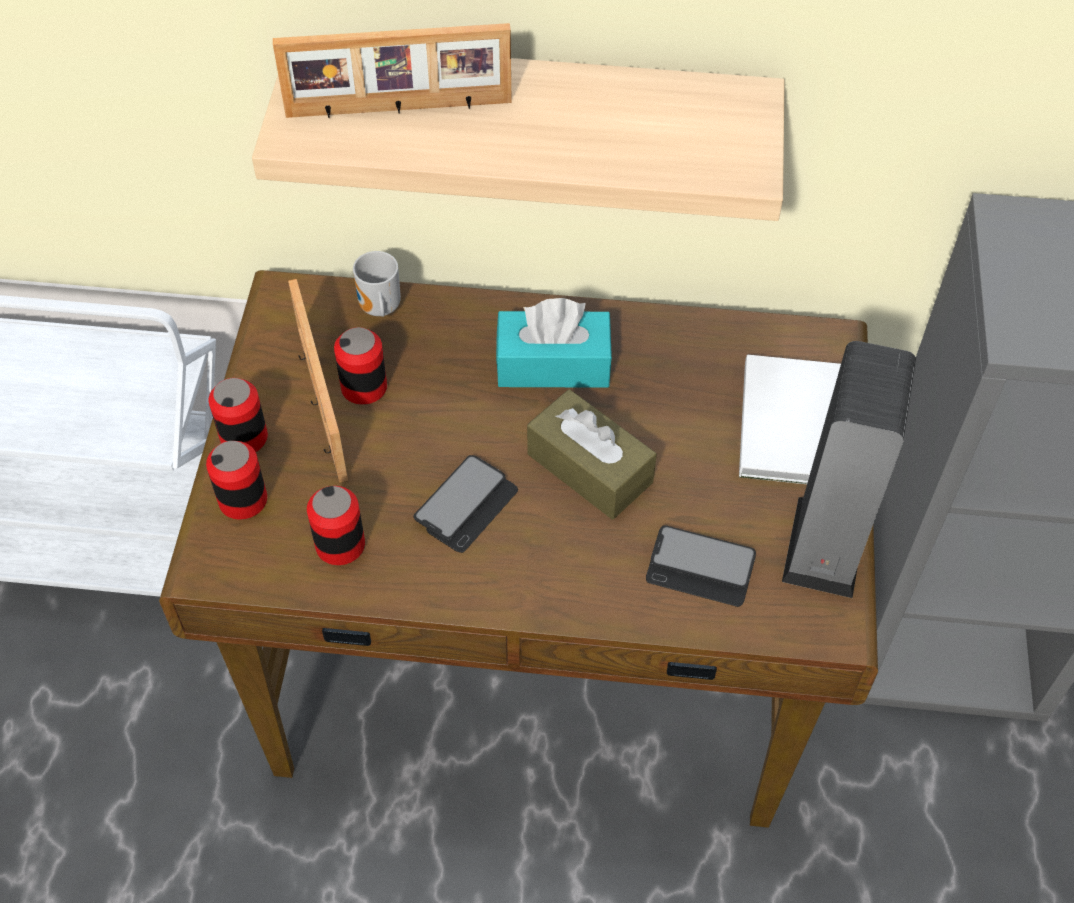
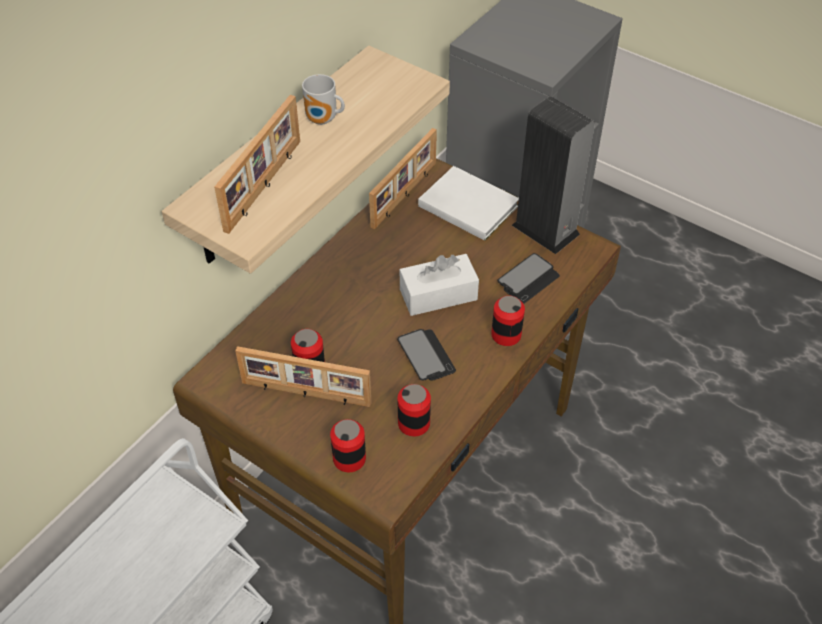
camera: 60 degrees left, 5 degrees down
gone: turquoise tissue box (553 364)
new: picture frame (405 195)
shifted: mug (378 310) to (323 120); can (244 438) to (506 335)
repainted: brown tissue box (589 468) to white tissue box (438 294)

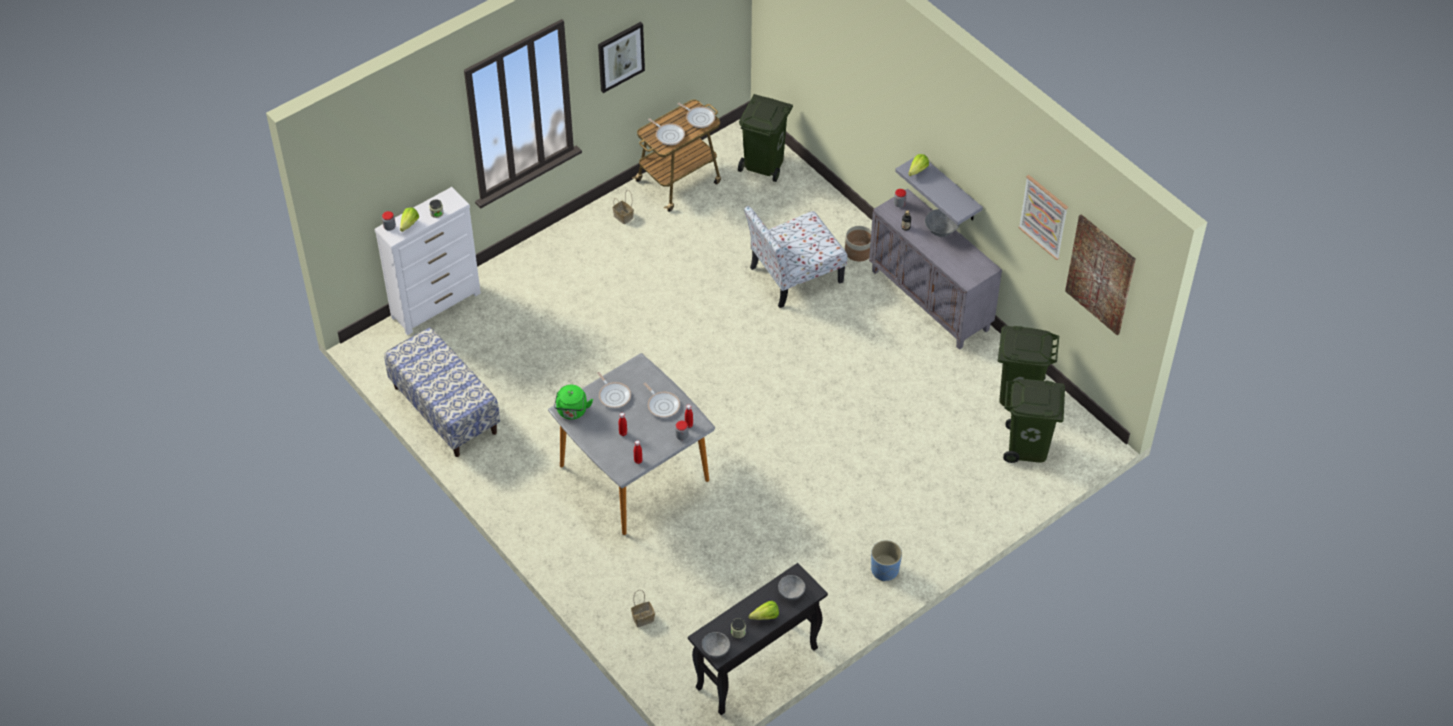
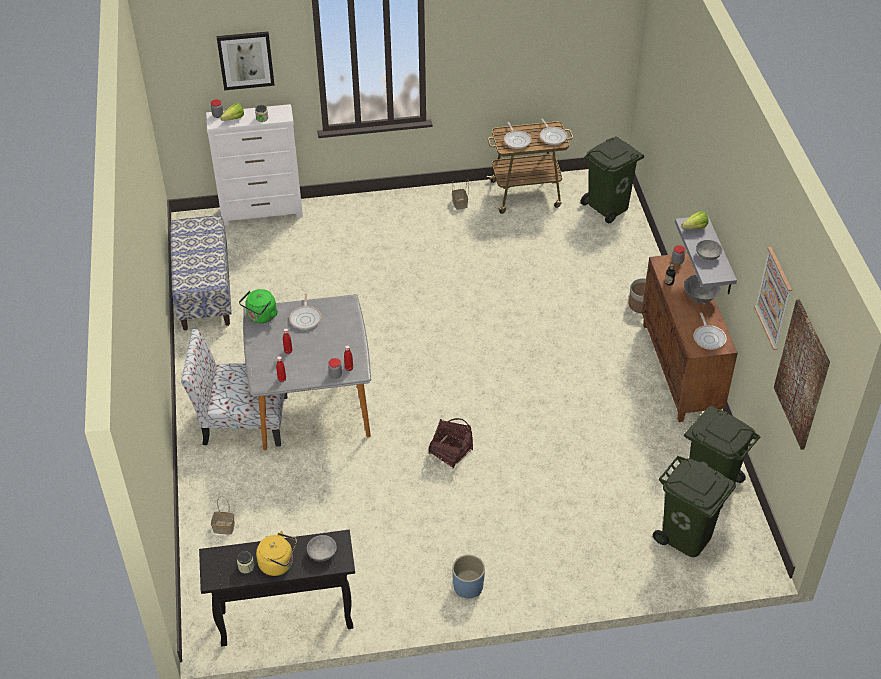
camera: 30 degrees right, 5 degrees down
new: basket (451 452)
shifted: chair (794 275) to (242 420); picture (620 56) to (245 60); frying pan (662 405) to (708 338); grey bowl (715 649) to (707 255)
swapped: lettuce (763 617) to yellow kettle (278 564)
repainted: grey cabinet (931 300) to brown cabinet (681 370)

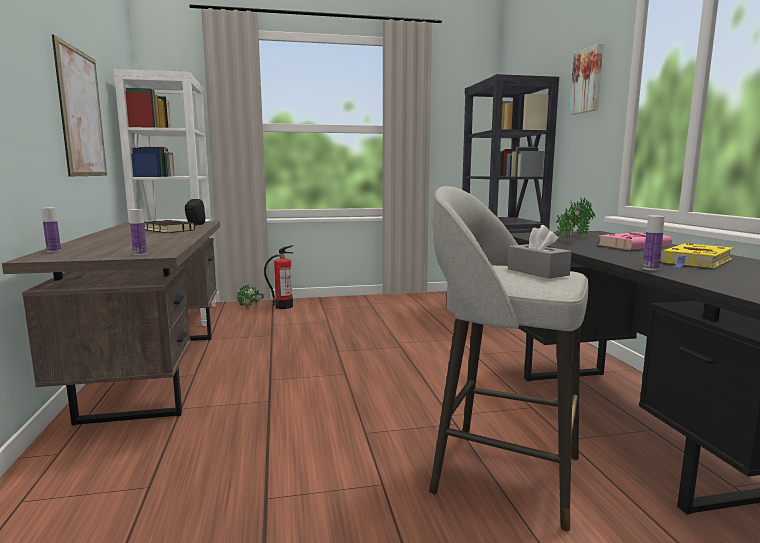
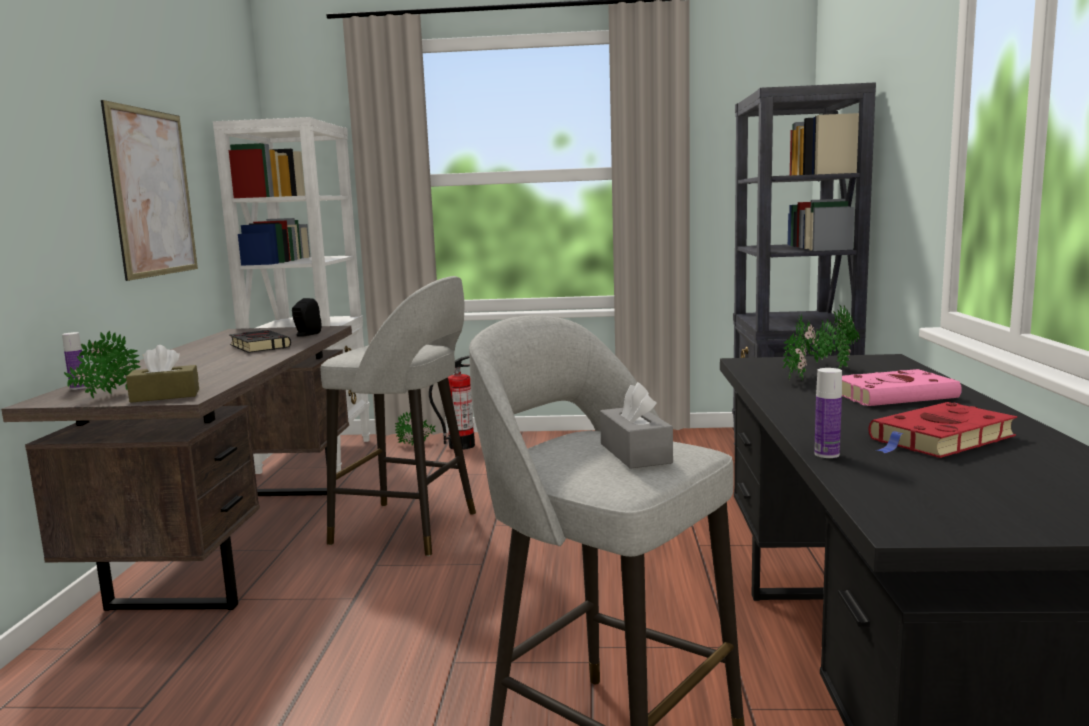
camera: 15 degrees right, 0 degrees up
gone: picture (588 81)
new: potted plant (105 396); grey stool (408 529)
swapped: bottle (140 254) to brown tissue box (165 396)
repainted: yellow book (696 261) to red book (940 439)

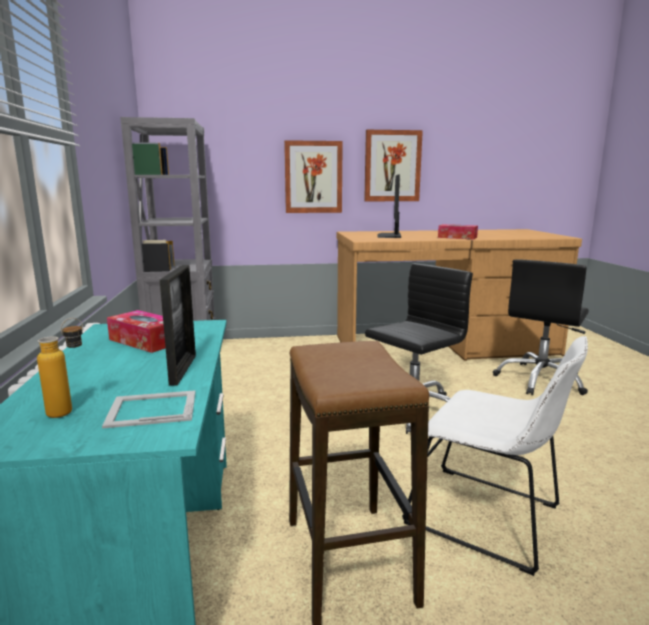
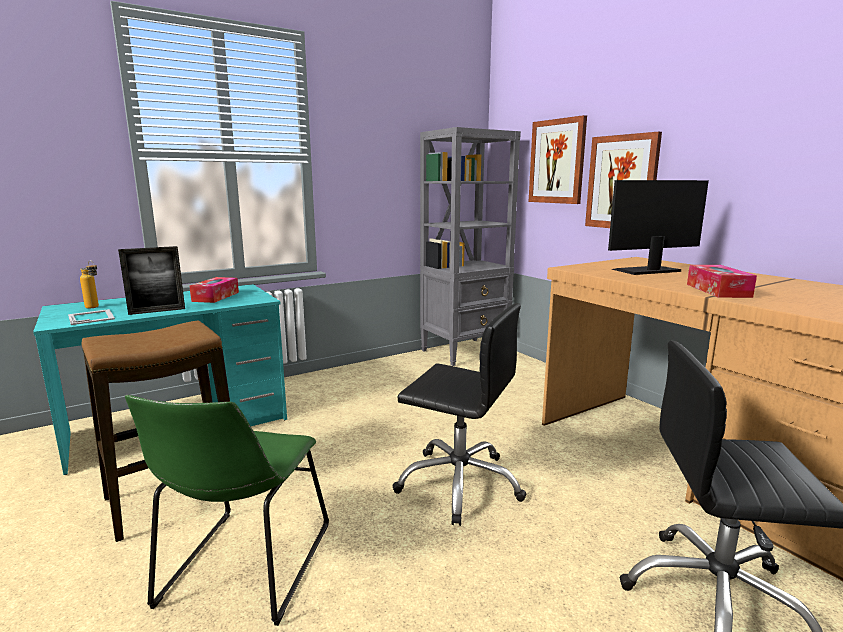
camera: 65 degrees right, 0 degrees up
shifted: picture (392 166) to (557 161)
repainted: white chair (489 518) to green chair (244 569)

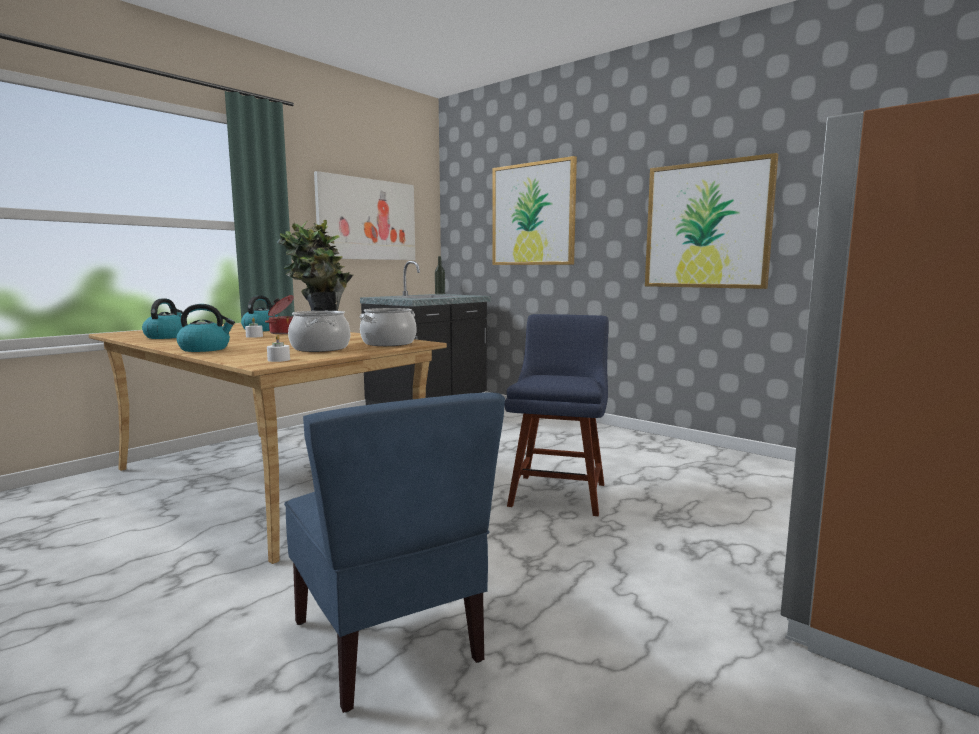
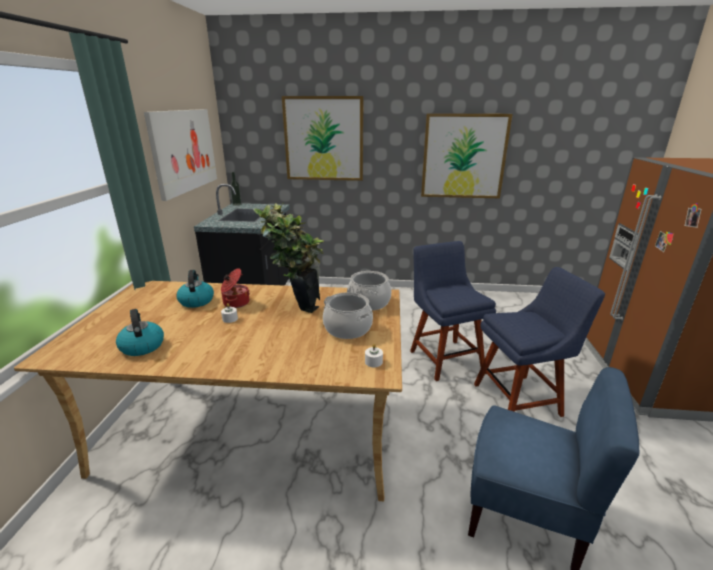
camera: 35 degrees left, 15 degrees up
gone: kettle (205 349)
new: blue chair (520 398)

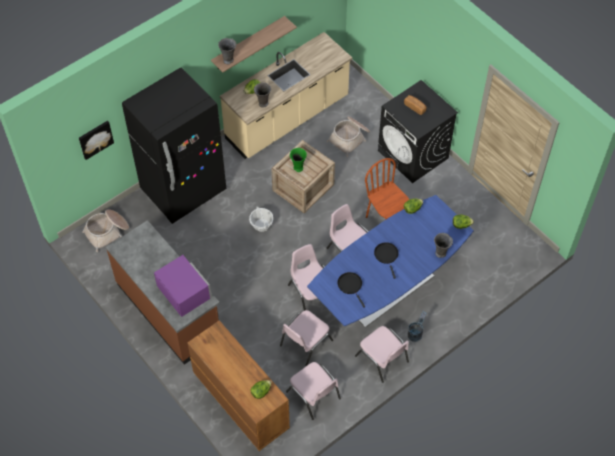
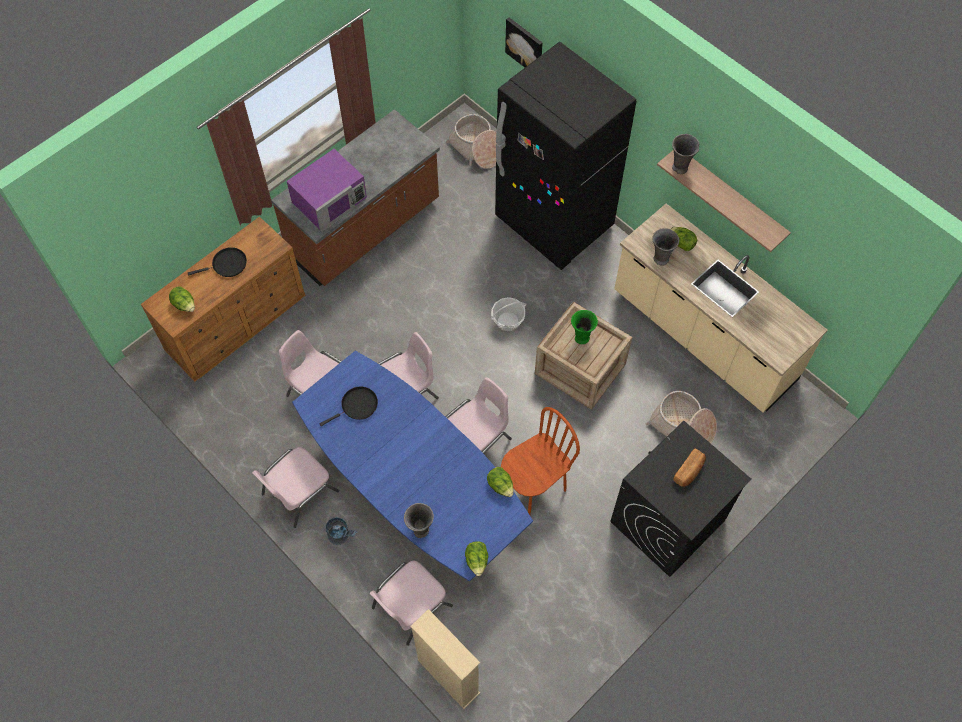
camera: 85 degrees right, 5 degrees up
new: beige bookcase (448 676)
shifted: black frying pan (386 255) to (227 265); pink chair (314 395) to (410 606)

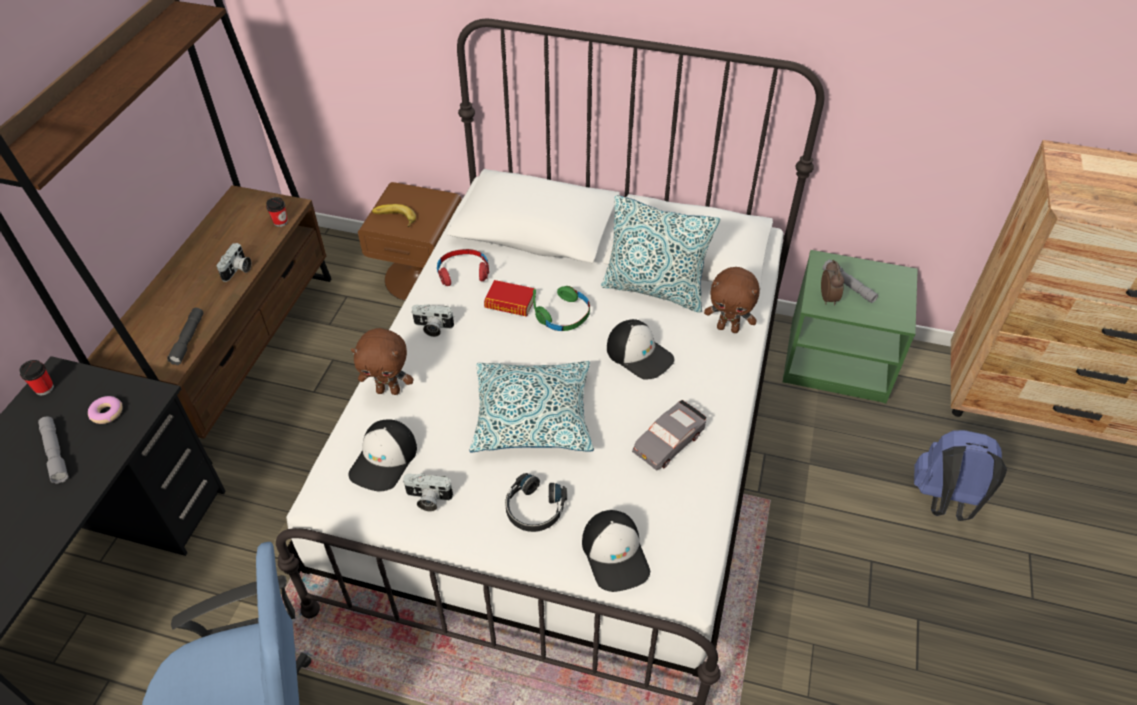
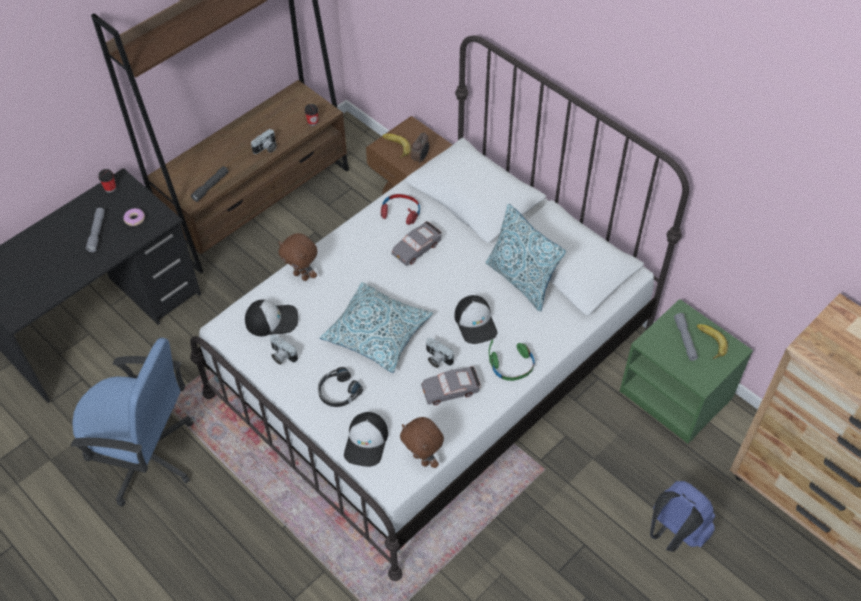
camera: 30 degrees right, 5 degrees up
new: banana (709 343)
shifted: brown plush toy (728 328) to (422 459); alarm clock (828 298) to (420 159); photo camera (432 327) to (437 359); green headphones (564 316) to (512 366)
swapped: book (510 303) to grey toy car (416 248)
rotated: cap (384 460) = (272 320) 150 degrees counterclockwise

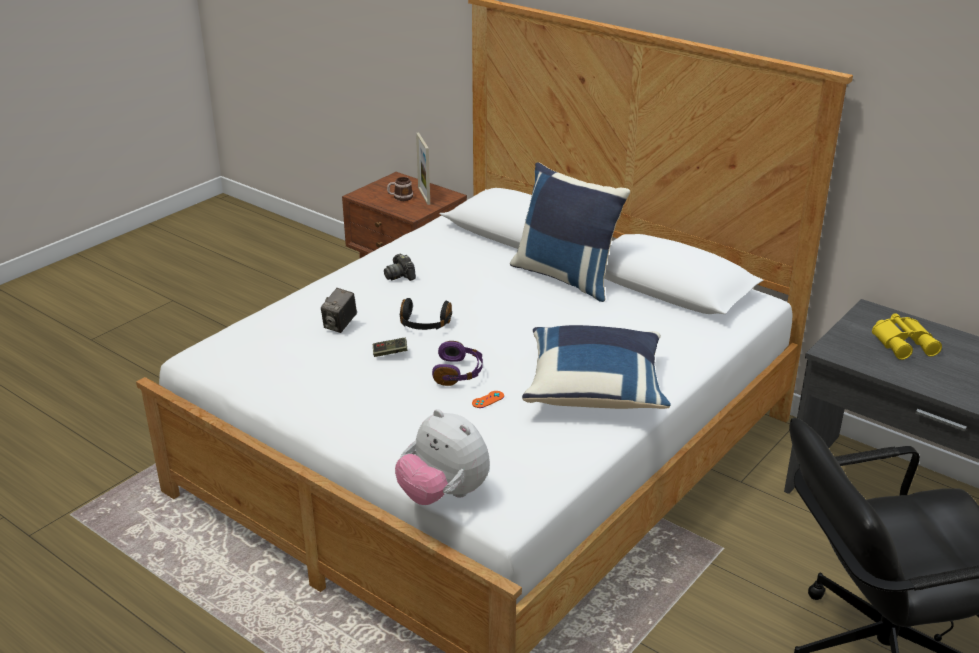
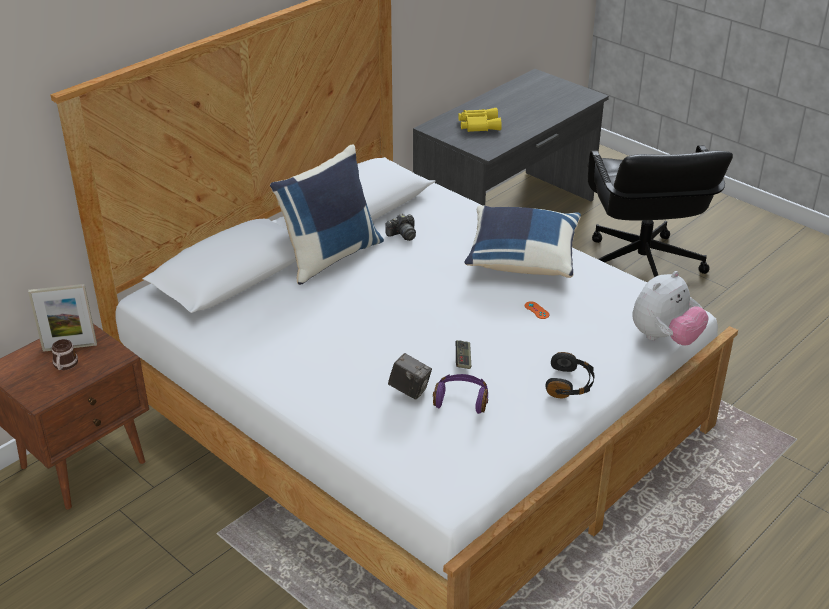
camera: 85 degrees left, 5 degrees up
shifted: photo camera (400 276) to (402 235); purple headphones (459 373) to (461 400); black headphones (424 325) to (570 384)

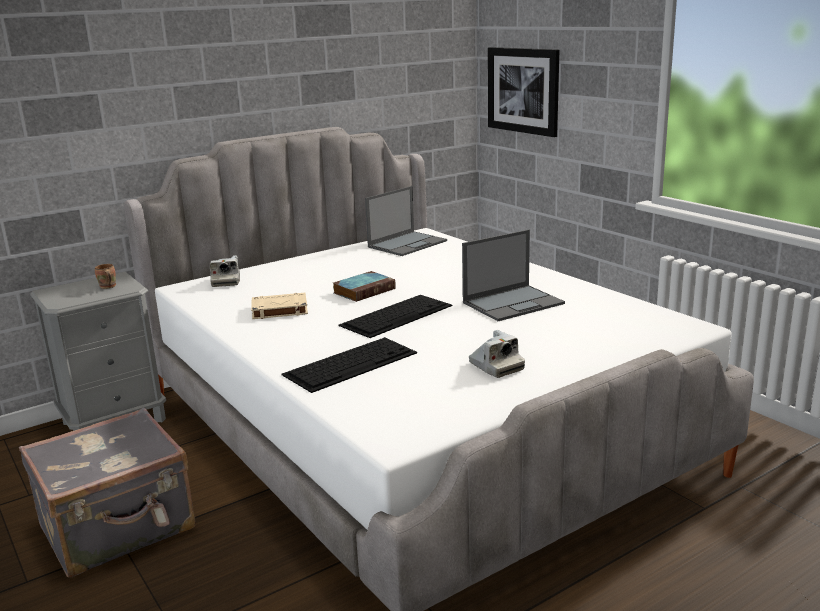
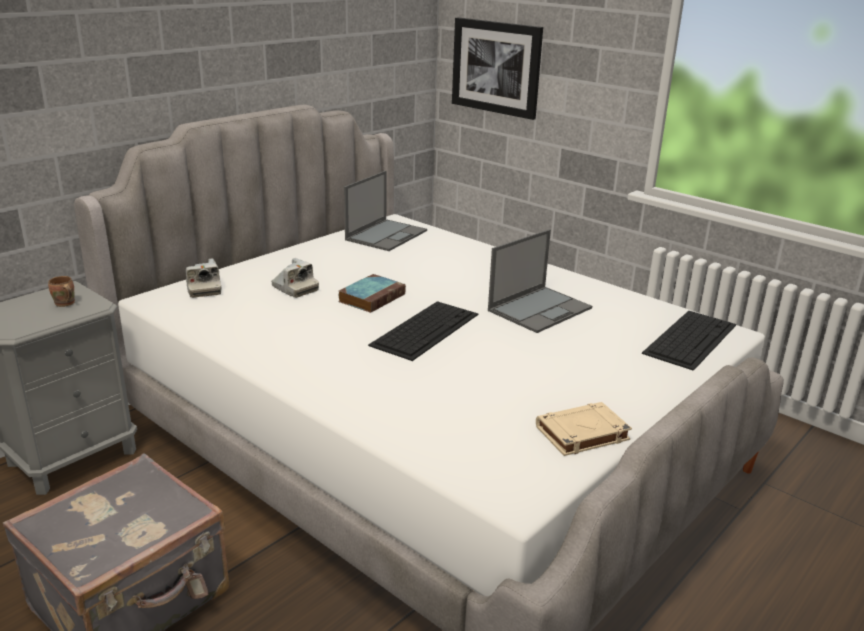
camera: 15 degrees left, 5 degrees up
shifted: photo camera (496 366) to (295 289); beige book (279 310) to (581 434); keyboard (351 363) to (690 338)

